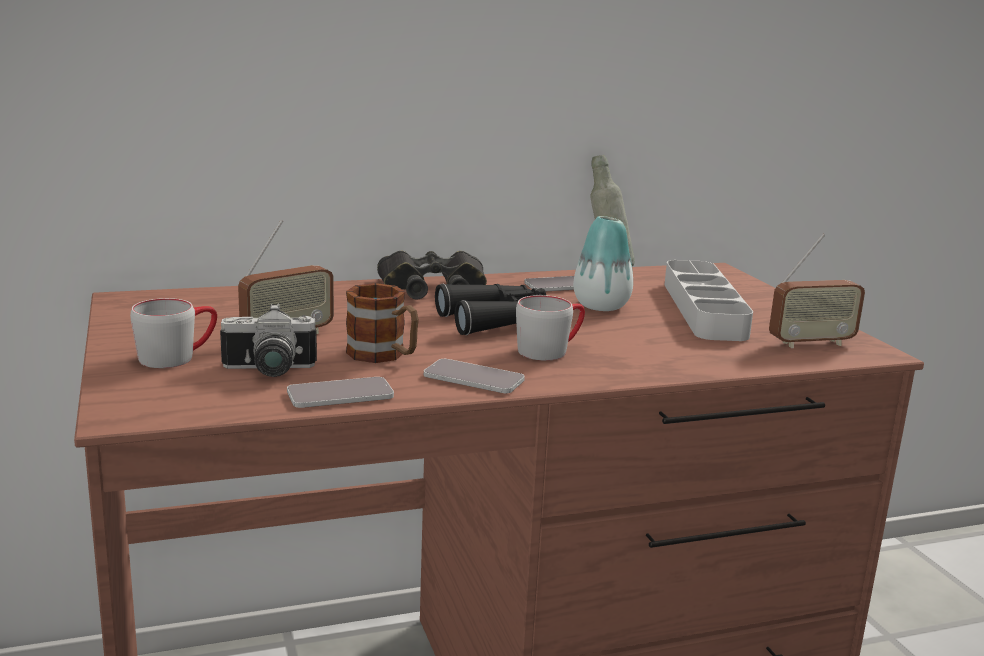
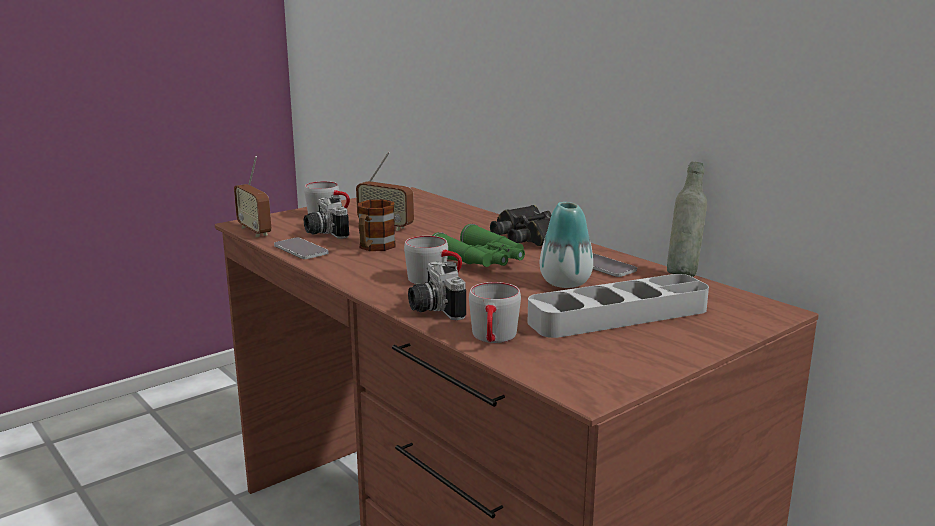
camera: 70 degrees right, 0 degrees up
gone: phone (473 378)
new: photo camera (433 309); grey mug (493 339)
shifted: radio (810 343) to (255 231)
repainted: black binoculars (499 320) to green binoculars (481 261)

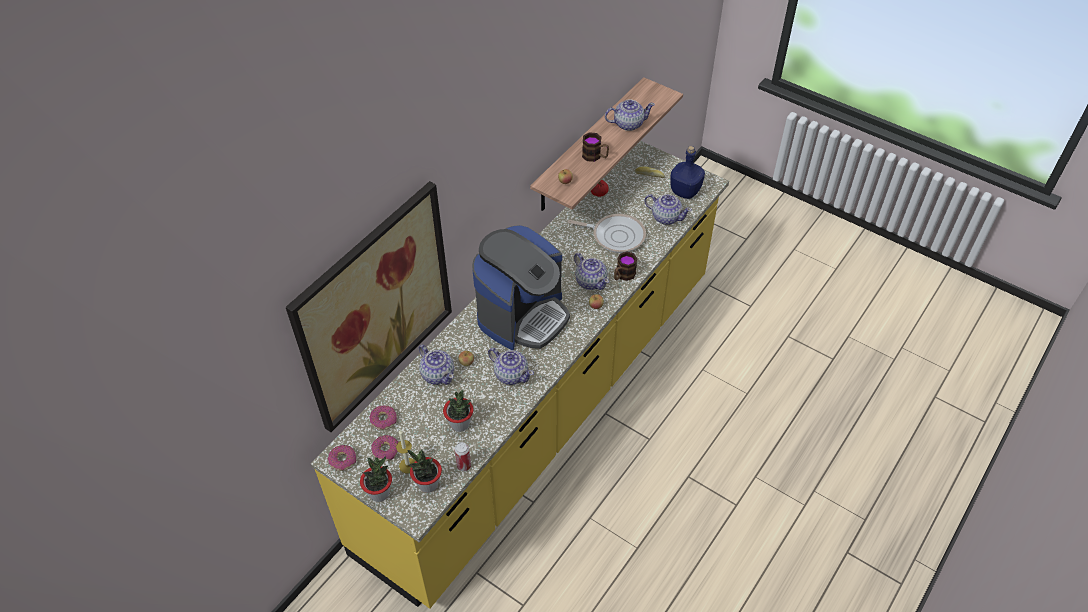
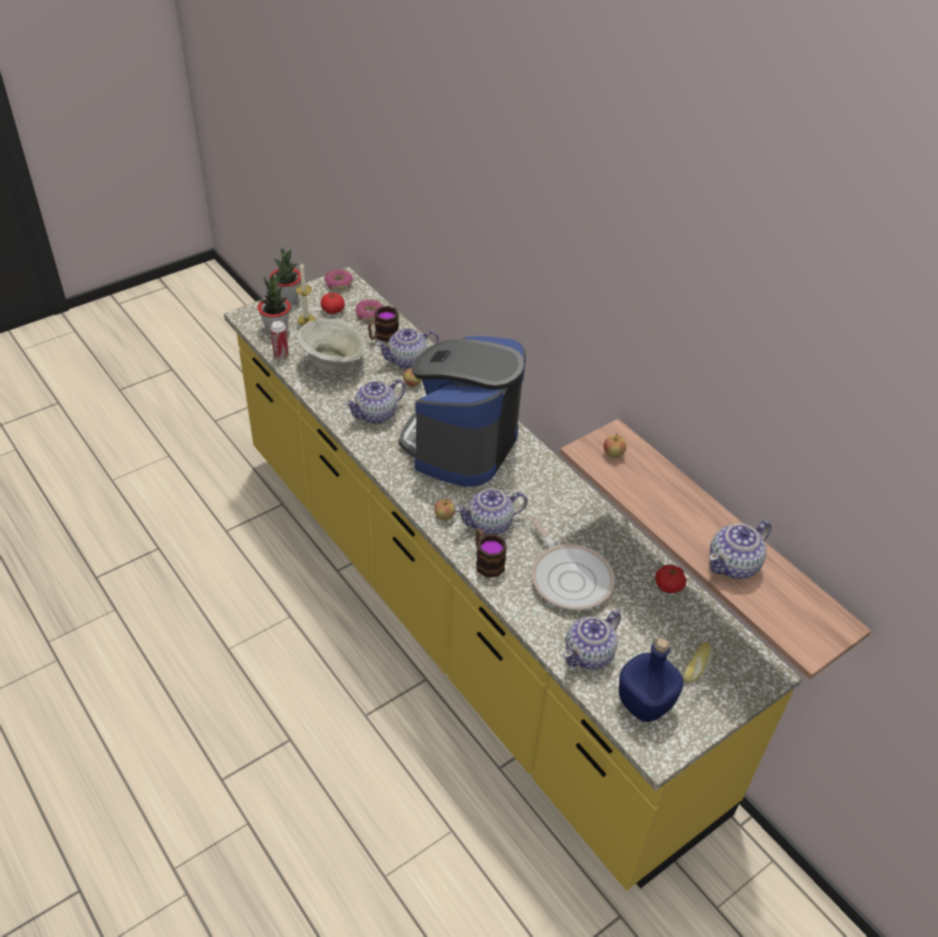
camera: 105 degrees right, 5 degrees down
gone: picture (374 307)
shifted: mug (595 156) to (382 336)
swapped: potted plant (460 424) to beige bowl (333 363); donut (386 450) to tomato (333 310)
rotated: coffee machine (522 315) = (460 444) 60 degrees clockwise; frying pan (615 235) = (569 577) 60 degrees counterclockwise; teapot (628 124) = (734 565) 45 degrees clockwise

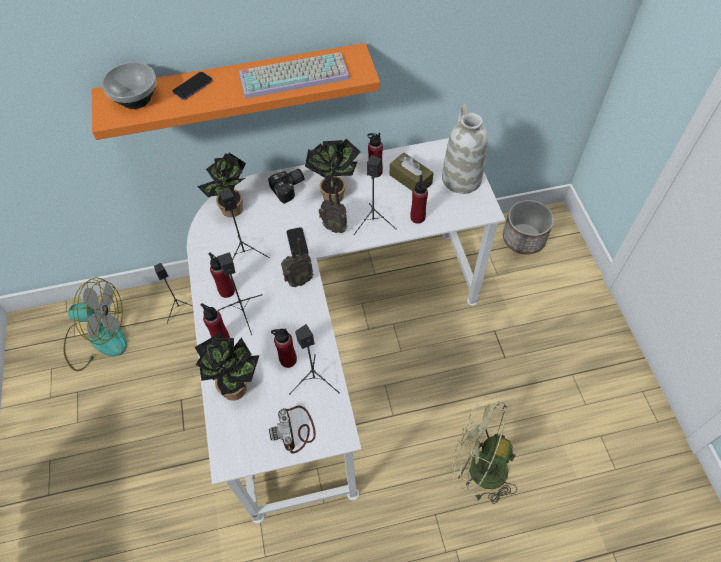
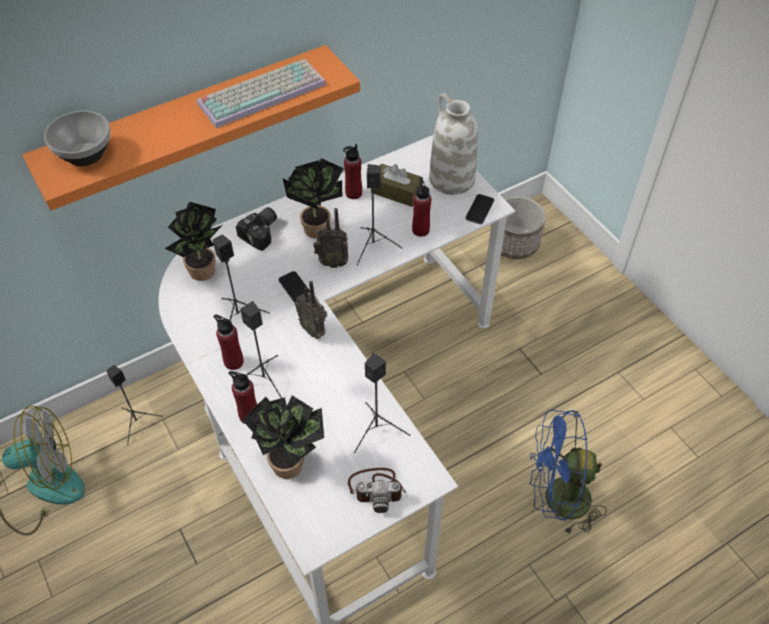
camera: 20 degrees left, 5 degrees down
gone: red bottle (288 360)
shifted: phone (193 87) to (479 210)
repainted: green fan (478 468) to blue fan (556 500)
rotated: radio (298 281) = (314 330) 90 degrees clockwise; photo camera (295 430) = (377 488) 60 degrees counterclockwise

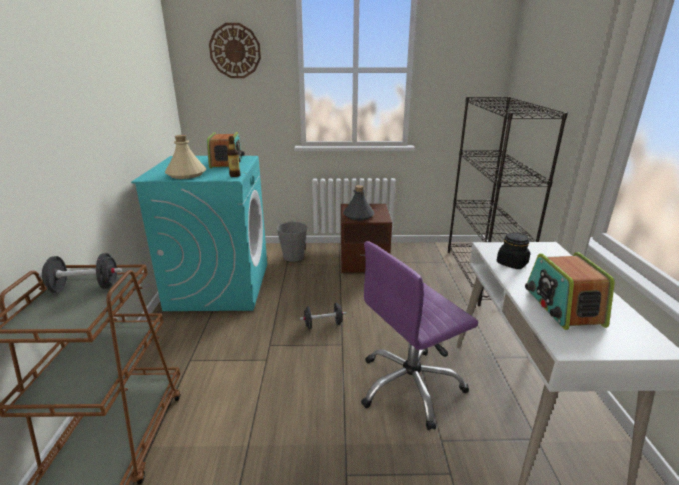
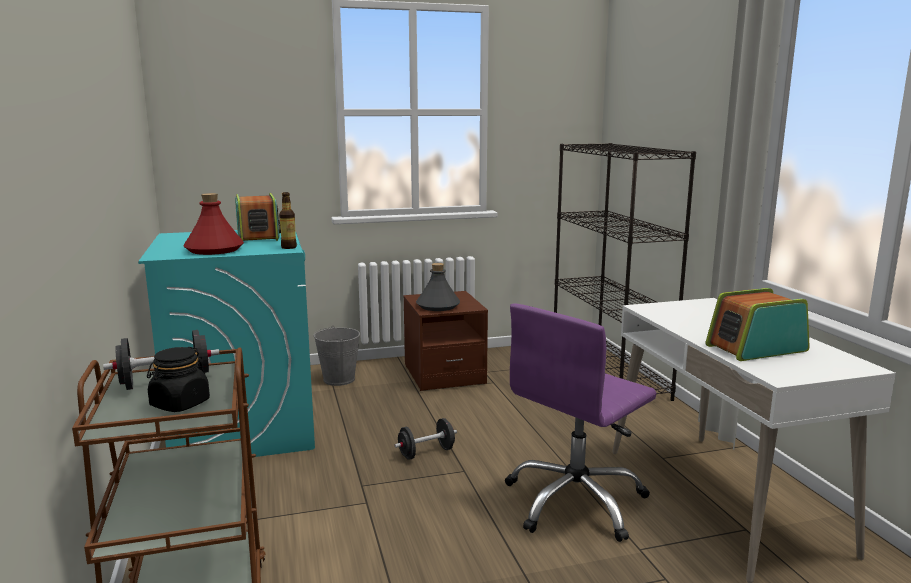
camera: 15 degrees left, 10 degrees down
gone: wall clock (235 51)
shifted: black jar (512 263) to (180 404)
repainted: beige bottle (186 174) to red bottle (214 250)
rotated: radio (562 307) = (755 348) 90 degrees clockwise

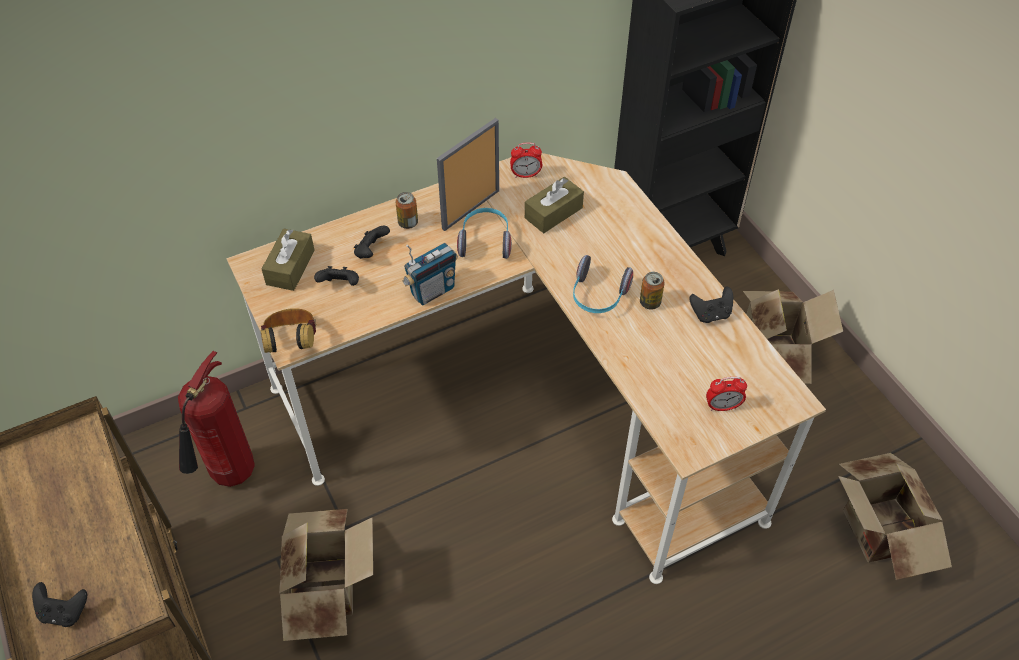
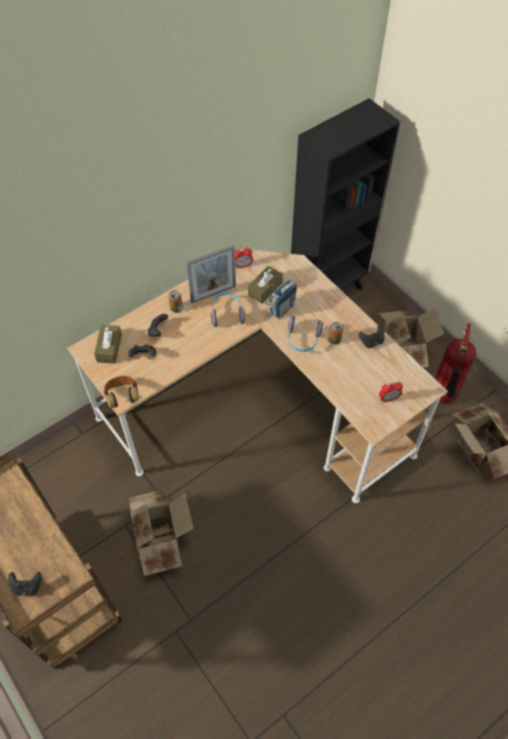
camera: 10 degrees left, 5 degrees up
shifted: radio (432 291) to (281 309); fire extinguisher (231 477) to (443 398)
rotated: picture frame (471 209) = (213 294) 150 degrees counterclockwise

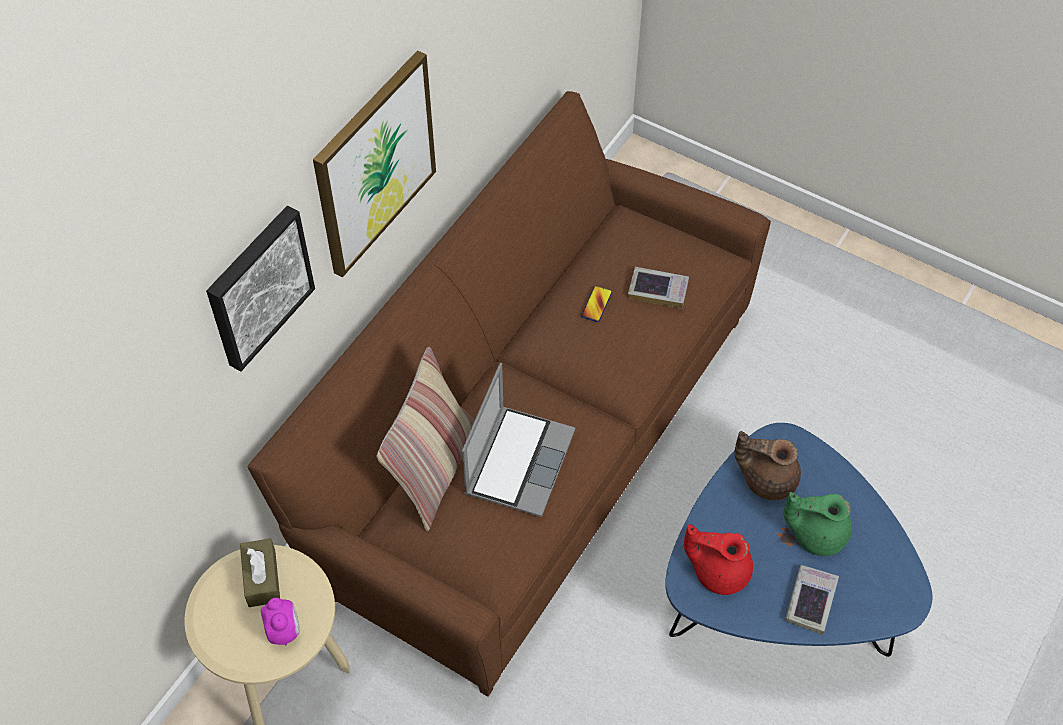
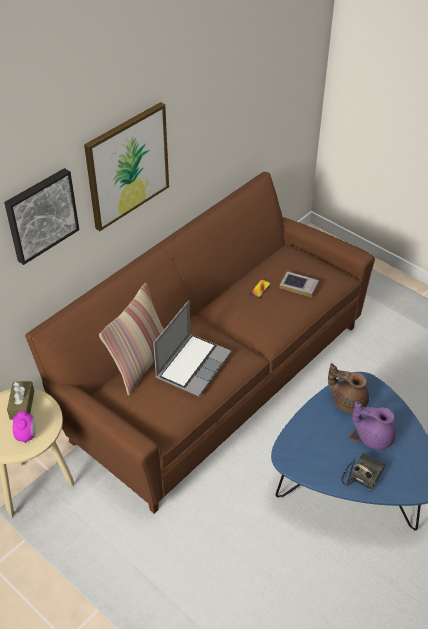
camera: 10 degrees right, 10 degrees down
gone: red teapot (718 571)
swapped: book (810 601) to radio (362 475)
repainted: green teapot (816 533) to purple teapot (373 436)

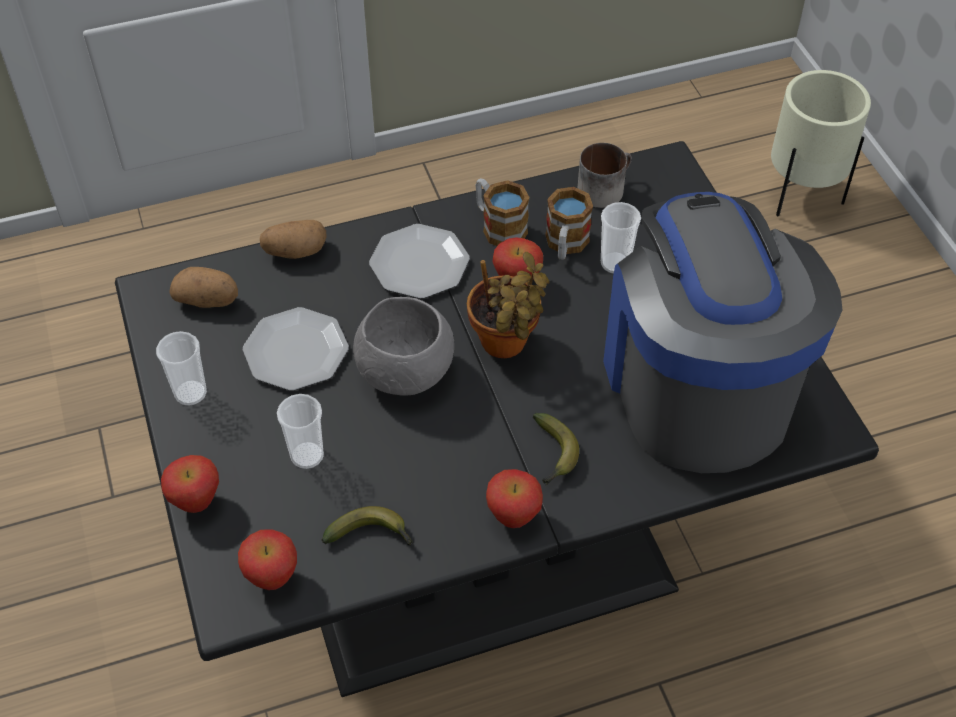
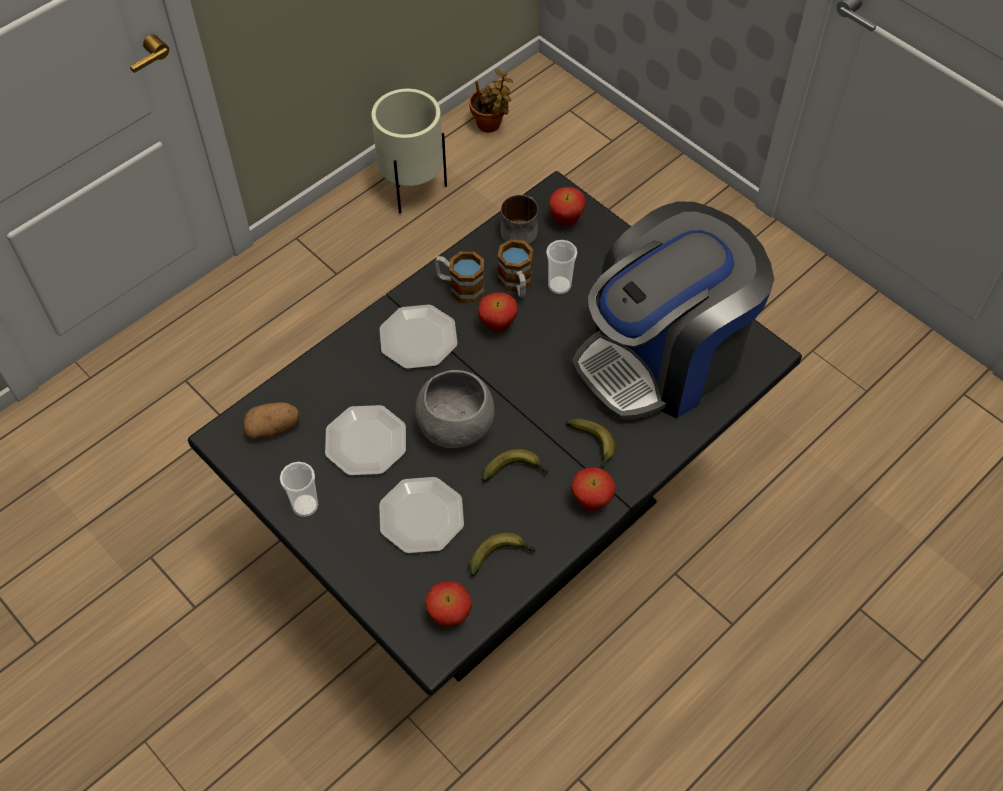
camera: 25 degrees left, 5 degrees up
gone: potato (295 252)
new: banana (516 470)
shifted: beige planter (802 197) to (413 190); potted plant (506 345) to (491 125); apple (196 502) to (565 221)
swapped: cup (307 455) to plate (421 517)
rotated: coffee machine (696 385) = (663 357) 90 degrees counterclockwise

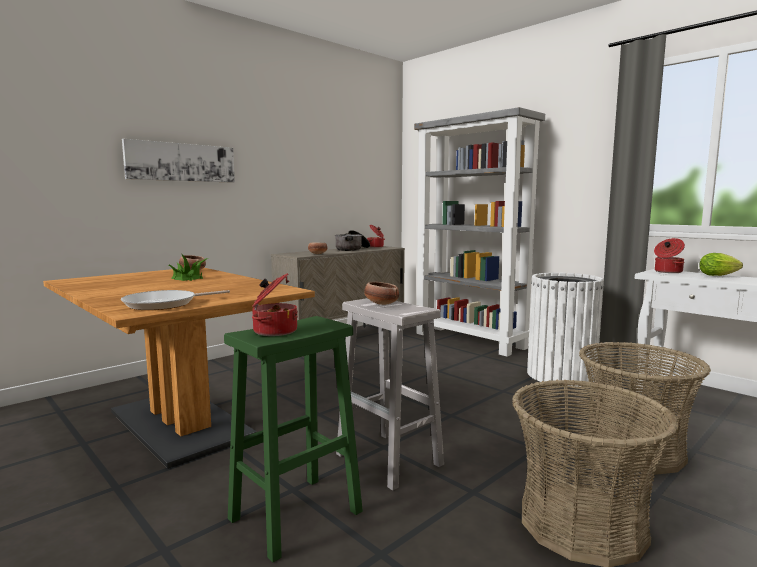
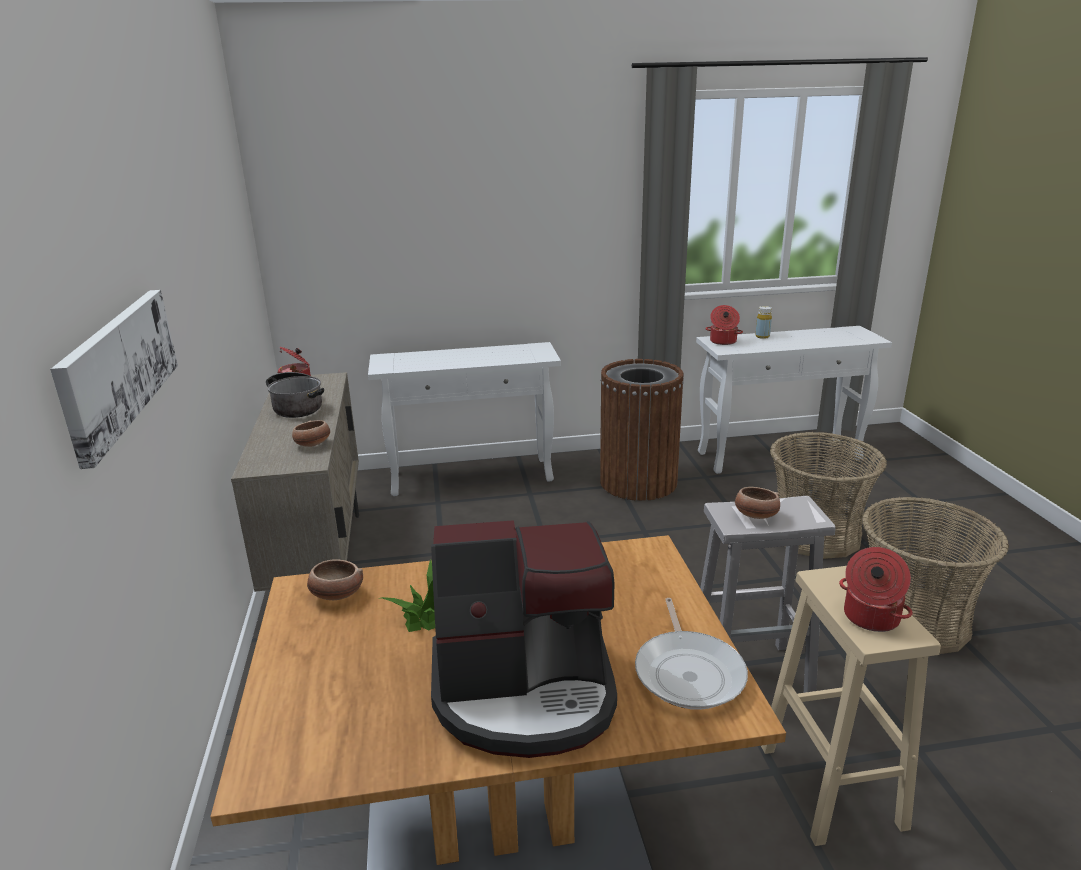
camera: 55 degrees left, 15 degrees up
new: coffee machine (525 691)
swapped: grey bookcase (470 340) to white console table (473 476); lettuce (720 275) to yellow bottle (762 336)
repainted: white trash can (560 375) to brown trash can (638 482); green stool (294 516) to beige stool (832 788)

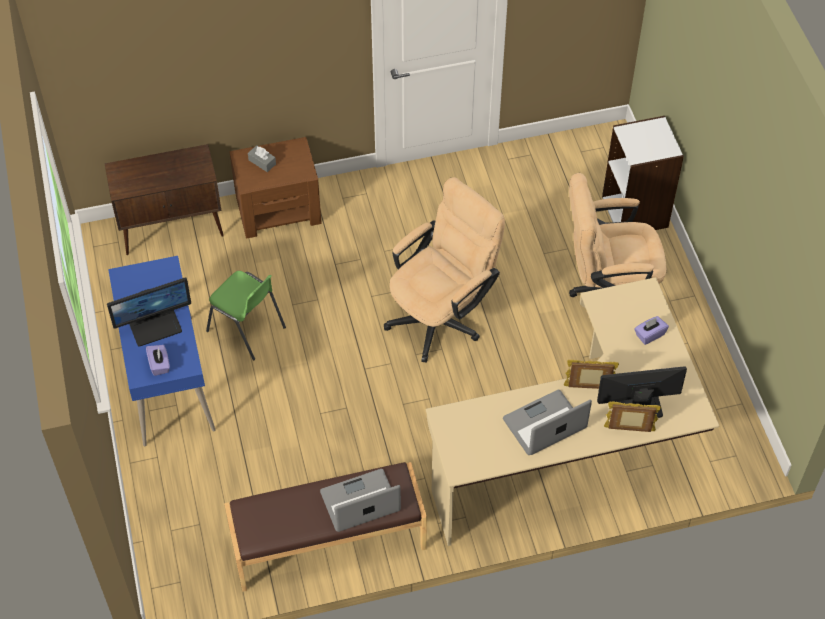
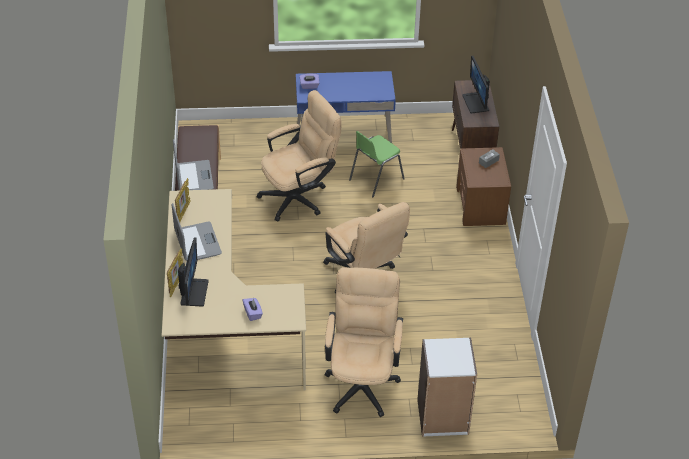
camera: 100 degrees right, 10 degrees down
new: beige office chair (300 196)
shifted: picture frame (588 388) to (183 213); monitor (155 327) to (476 103)

